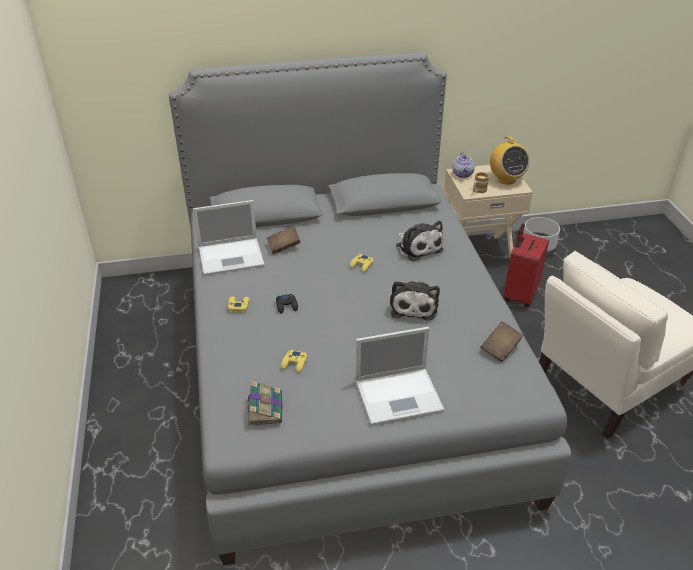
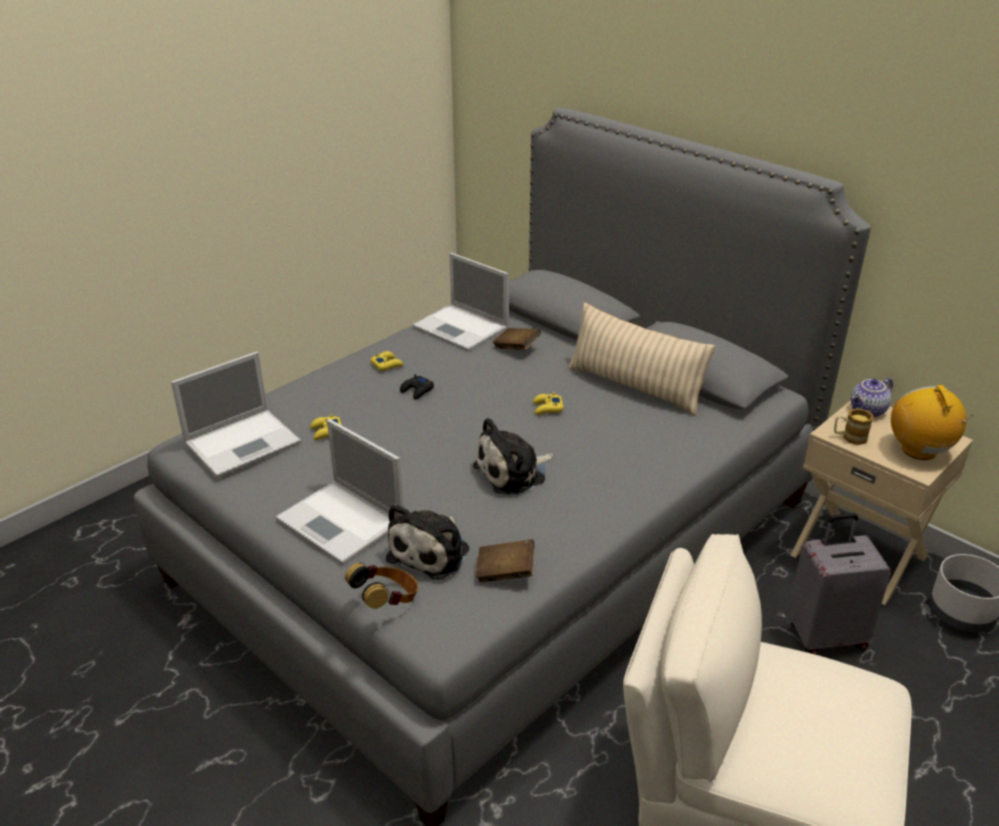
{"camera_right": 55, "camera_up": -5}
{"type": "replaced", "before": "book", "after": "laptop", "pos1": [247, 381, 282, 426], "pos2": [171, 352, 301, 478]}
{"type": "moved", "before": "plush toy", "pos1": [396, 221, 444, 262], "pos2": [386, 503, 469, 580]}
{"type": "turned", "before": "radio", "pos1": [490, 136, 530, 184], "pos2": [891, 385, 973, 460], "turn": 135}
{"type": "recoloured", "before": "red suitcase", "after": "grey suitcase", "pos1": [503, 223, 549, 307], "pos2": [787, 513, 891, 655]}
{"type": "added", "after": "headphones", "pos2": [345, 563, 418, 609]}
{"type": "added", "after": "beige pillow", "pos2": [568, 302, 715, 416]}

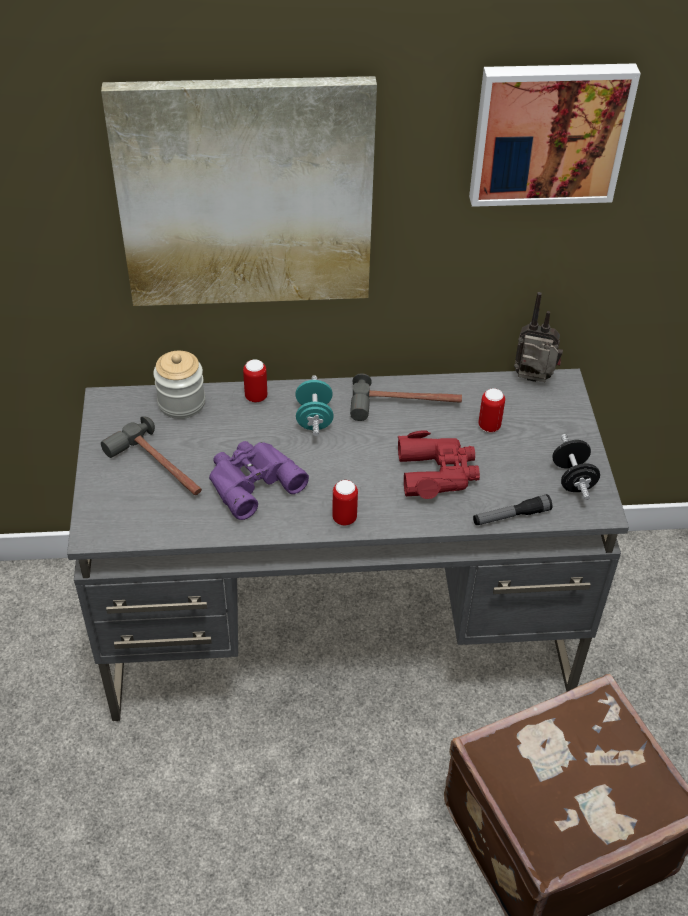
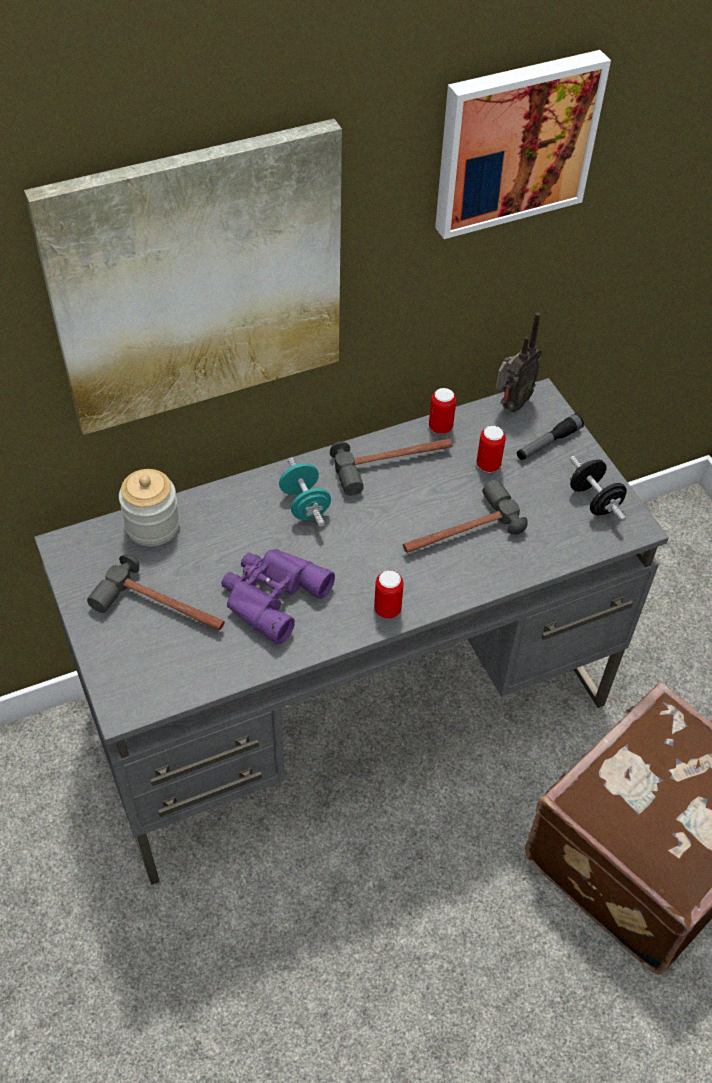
{"camera_right": -20, "camera_up": 5}
{"type": "moved", "before": "can", "pos1": [243, 359, 267, 403], "pos2": [429, 388, 456, 434]}
{"type": "replaced", "before": "red binoculars", "after": "hammer", "pos1": [398, 430, 480, 499], "pos2": [403, 480, 528, 553]}
{"type": "moved", "before": "flashlight", "pos1": [473, 494, 552, 525], "pos2": [517, 413, 584, 460]}
{"type": "turned", "before": "radio", "pos1": [514, 292, 563, 382], "pos2": [495, 312, 542, 412], "turn": 135}

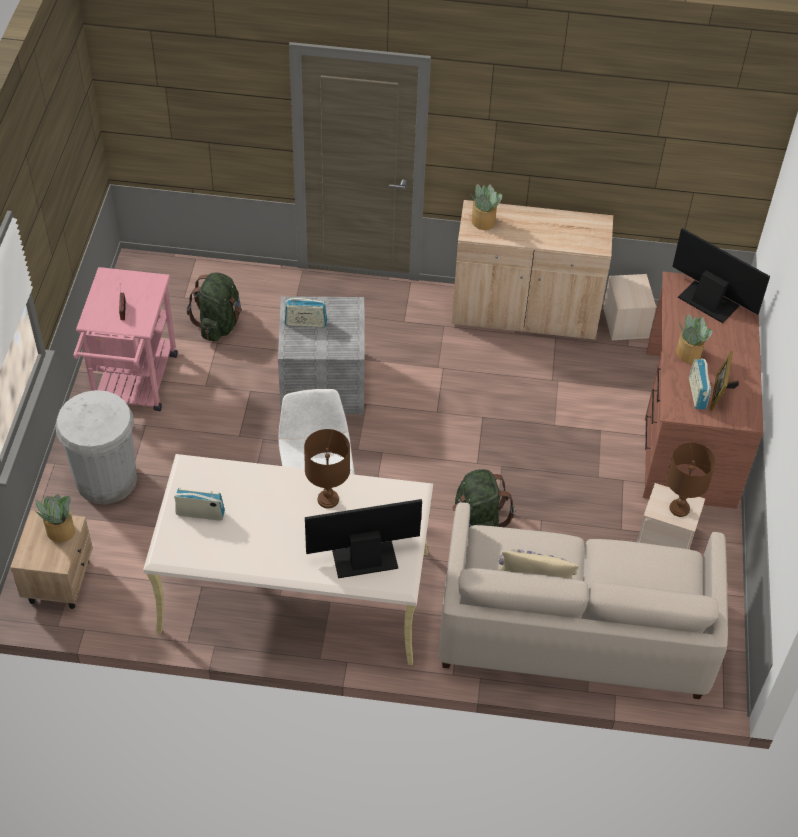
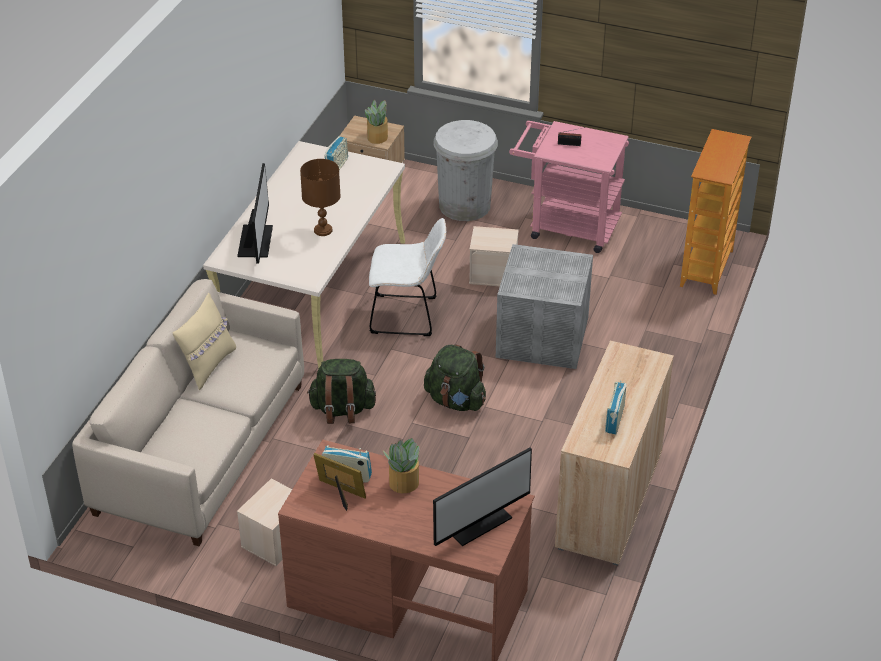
{"camera_right": 105, "camera_up": -10}
{"type": "moved", "before": "green backpack", "pos1": [187, 272, 242, 341], "pos2": [424, 344, 486, 411]}
{"type": "moved", "before": "radio", "pos1": [285, 298, 327, 327], "pos2": [605, 381, 627, 434]}
{"type": "removed", "before": "potted plant", "pos1": [470, 184, 502, 230]}
{"type": "moved", "before": "beige storage box", "pos1": [603, 274, 656, 340], "pos2": [469, 226, 519, 286]}
{"type": "removed", "before": "brown table lamp", "pos1": [666, 442, 716, 517]}
{"type": "added", "after": "bookcase", "pos2": [680, 129, 751, 295]}

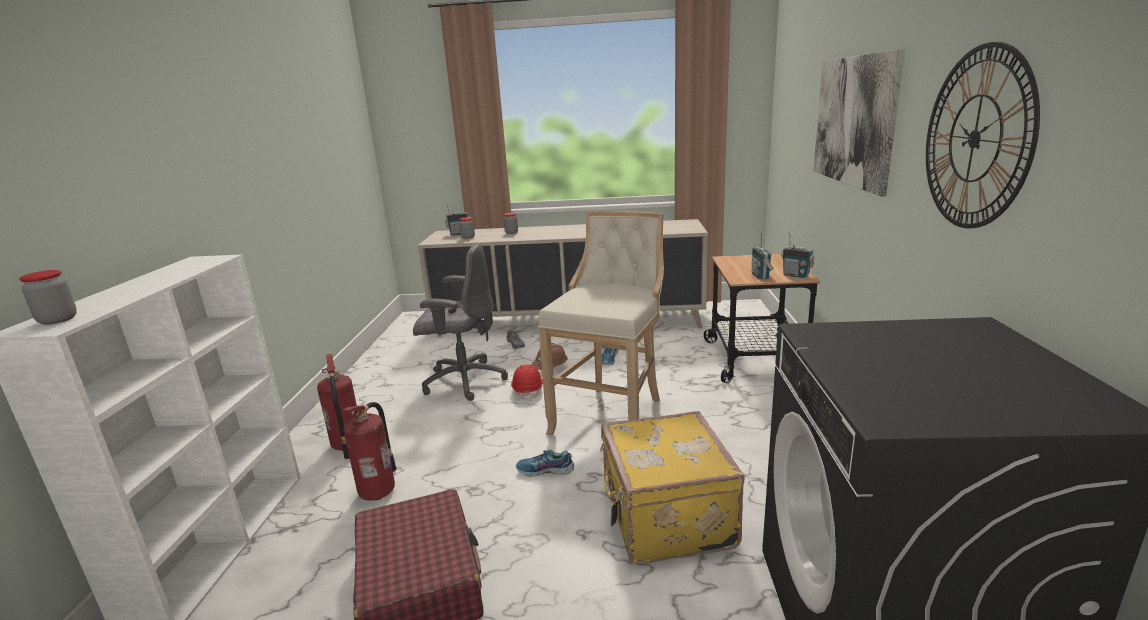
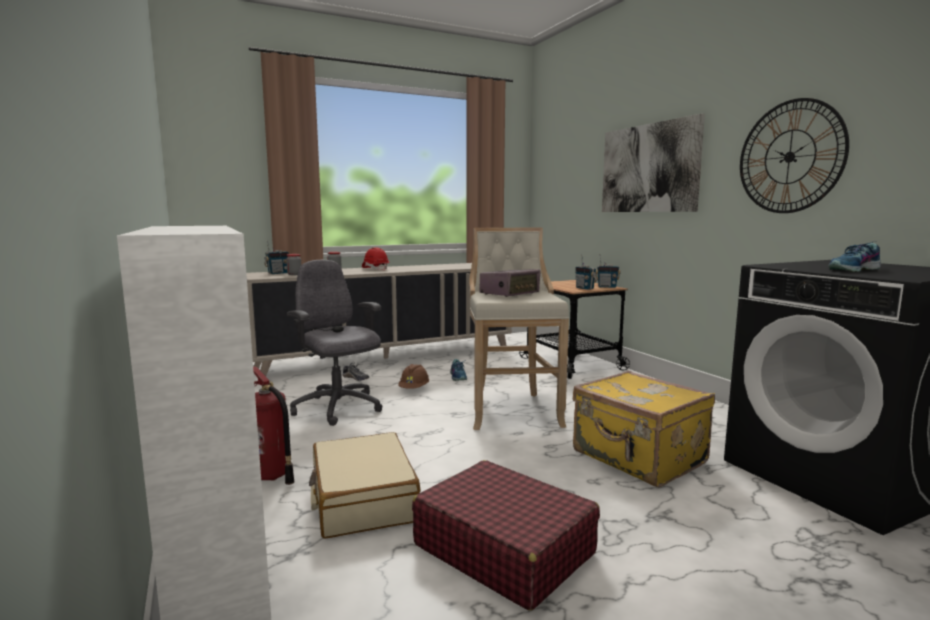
{"camera_right": -30, "camera_up": -10}
{"type": "removed", "before": "jar", "pos1": [19, 270, 77, 325]}
{"type": "replaced", "before": "fire extinguisher", "after": "beige suitcase", "pos1": [343, 402, 397, 501], "pos2": [309, 432, 421, 539]}
{"type": "turned", "before": "grey office chair", "pos1": [413, 242, 508, 401], "pos2": [287, 260, 383, 426], "turn": -105}
{"type": "moved", "before": "red hard hat", "pos1": [511, 364, 543, 401], "pos2": [362, 247, 389, 271]}
{"type": "moved", "before": "shoe", "pos1": [516, 450, 574, 476], "pos2": [829, 242, 881, 272]}
{"type": "added", "after": "radio", "pos2": [480, 269, 540, 297]}

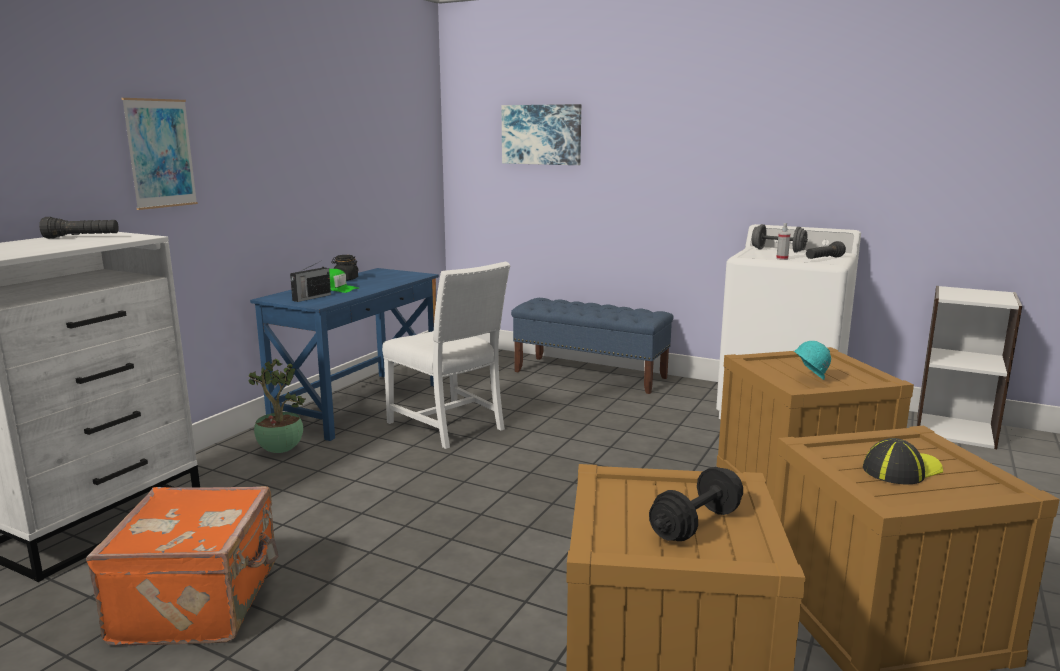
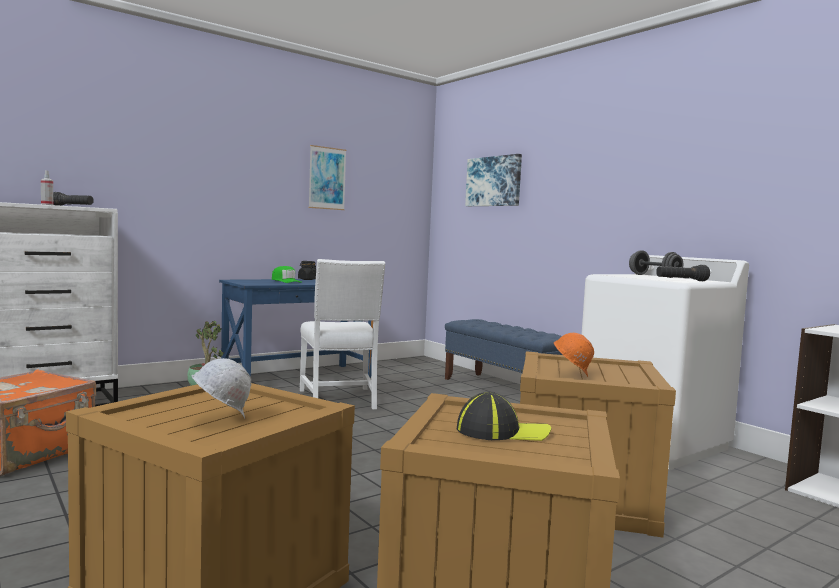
{"camera_right": 25, "camera_up": -10}
{"type": "moved", "before": "picture", "pos1": [122, 98, 198, 210], "pos2": [308, 145, 346, 210]}
{"type": "removed", "before": "radio", "pos1": [290, 262, 331, 302]}
{"type": "replaced", "before": "black dumbbell", "after": "white hard hat", "pos1": [649, 467, 743, 541], "pos2": [192, 358, 251, 419]}
{"type": "moved", "before": "spray bottle", "pos1": [776, 223, 790, 260], "pos2": [41, 170, 53, 205]}
{"type": "recoloured", "before": "turquoise hard hat", "after": "orange hard hat", "pos1": [794, 341, 831, 380], "pos2": [554, 333, 594, 377]}

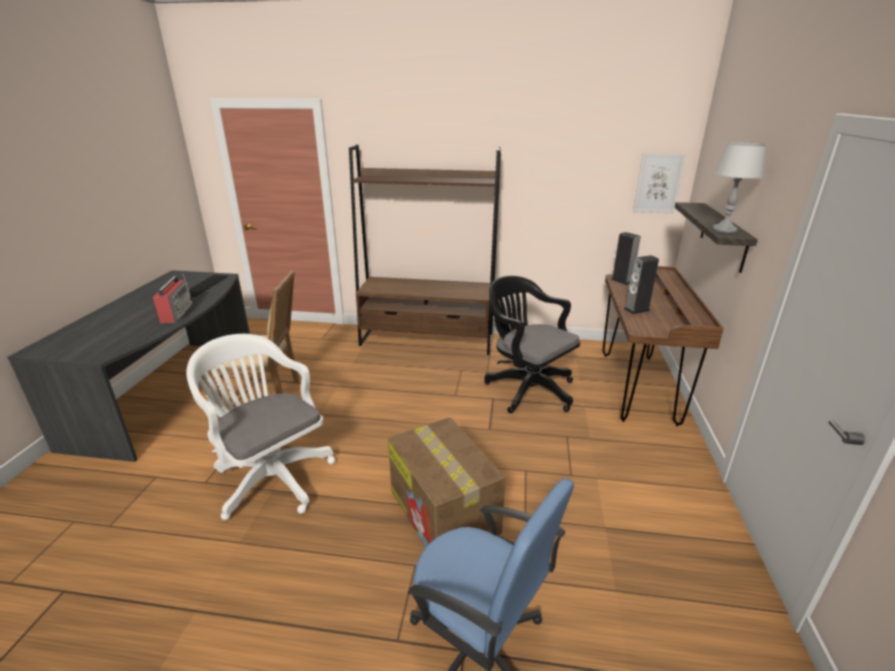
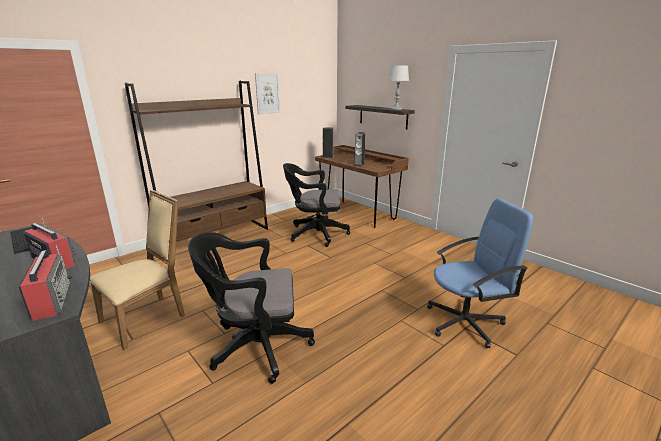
{"camera_right": -50, "camera_up": -5}
{"type": "recoloured", "before": "white office chair", "after": "black office chair", "pos1": [186, 334, 335, 520], "pos2": [188, 232, 315, 384]}
{"type": "removed", "before": "cardboard box", "pos1": [388, 417, 506, 547]}
{"type": "moved", "before": "picture", "pos1": [633, 153, 686, 213], "pos2": [255, 73, 280, 114]}
{"type": "added", "after": "radio", "pos2": [19, 245, 72, 321]}

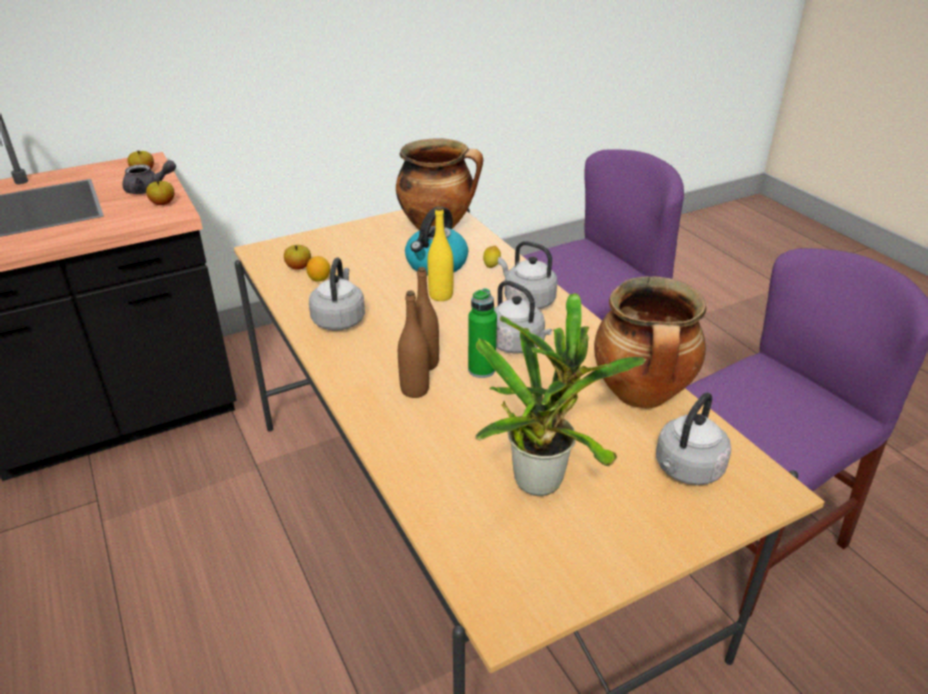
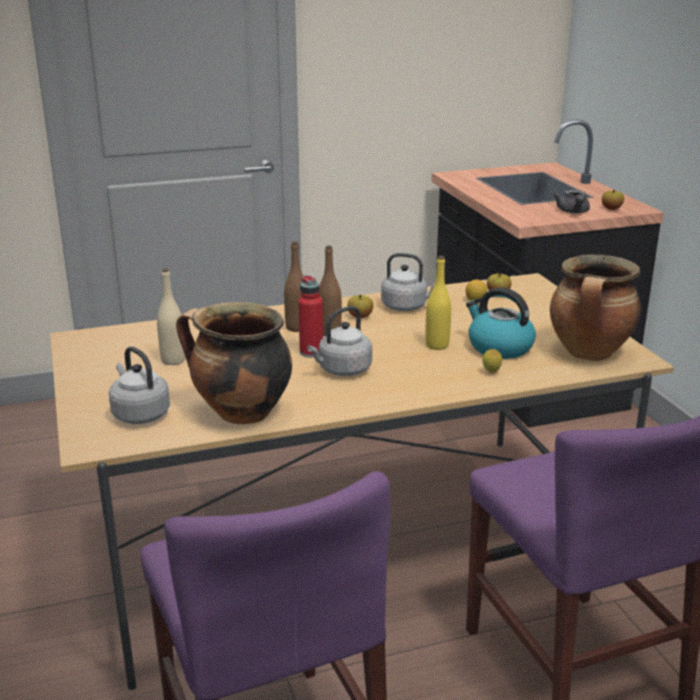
{"camera_right": 100, "camera_up": -10}
{"type": "moved", "before": "apple", "pos1": [146, 181, 175, 205], "pos2": [347, 295, 373, 318]}
{"type": "recoloured", "before": "green bottle", "after": "red bottle", "pos1": [468, 288, 497, 378], "pos2": [298, 275, 323, 357]}
{"type": "replaced", "before": "potted plant", "after": "beige bottle", "pos1": [475, 293, 647, 496], "pos2": [157, 268, 185, 365]}
{"type": "removed", "before": "grey kettle", "pos1": [498, 241, 558, 309]}

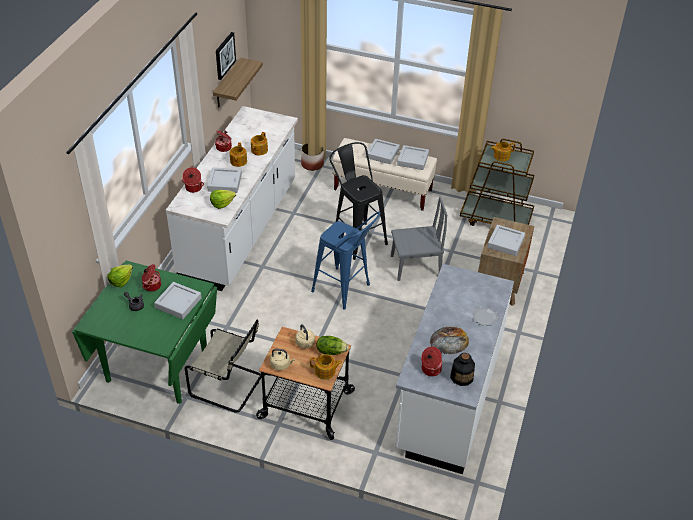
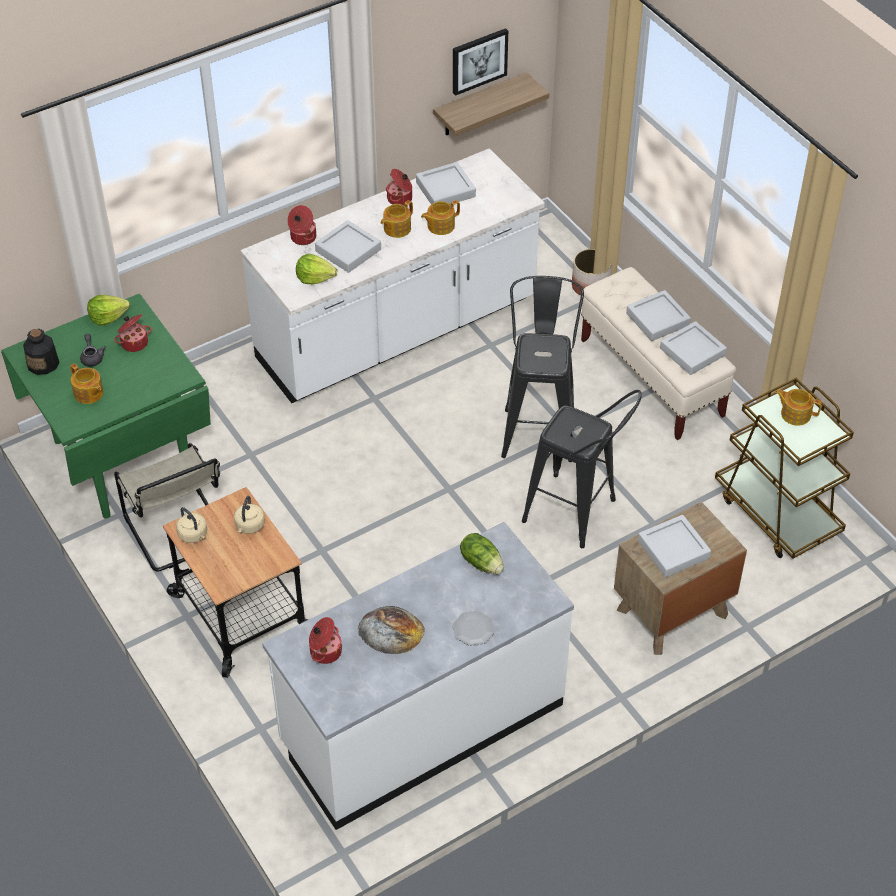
{"camera_right": 40, "camera_up": 5}
{"type": "moved", "before": "grey tray", "pos1": [154, 282, 202, 319], "pos2": [416, 162, 476, 204]}
{"type": "moved", "before": "teapot", "pos1": [310, 354, 342, 380], "pos2": [70, 363, 104, 404]}
{"type": "removed", "before": "blue stool", "pos1": [311, 212, 381, 310]}
{"type": "moved", "before": "lettuce", "pos1": [317, 336, 349, 355], "pos2": [460, 533, 504, 574]}
{"type": "replaced", "before": "grey chair", "after": "black stool", "pos1": [391, 197, 447, 281], "pos2": [522, 390, 642, 548]}
{"type": "moved", "before": "bottle", "pos1": [450, 353, 475, 386], "pos2": [23, 329, 60, 375]}

